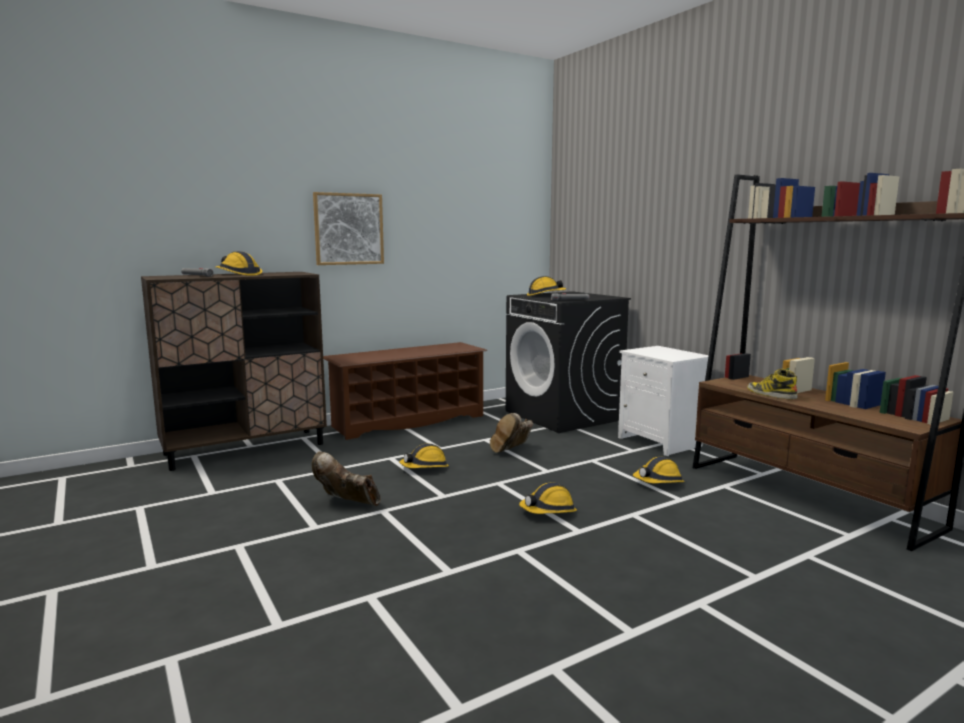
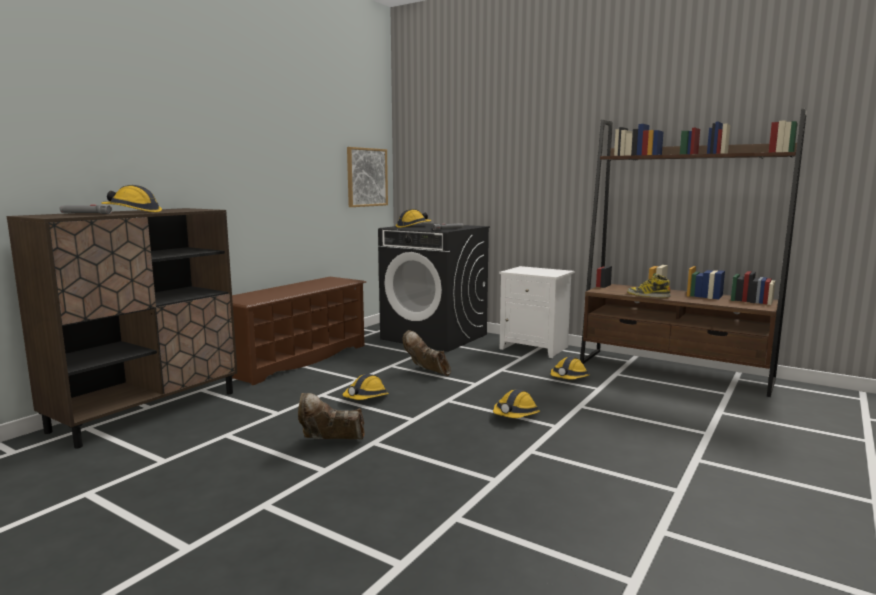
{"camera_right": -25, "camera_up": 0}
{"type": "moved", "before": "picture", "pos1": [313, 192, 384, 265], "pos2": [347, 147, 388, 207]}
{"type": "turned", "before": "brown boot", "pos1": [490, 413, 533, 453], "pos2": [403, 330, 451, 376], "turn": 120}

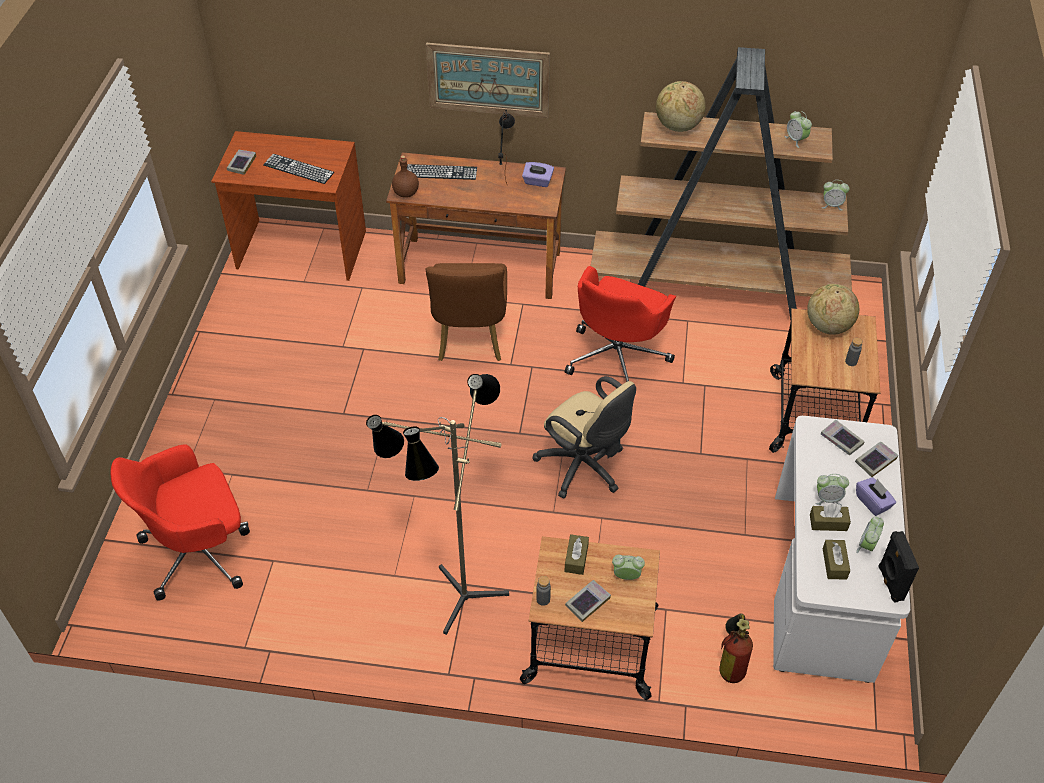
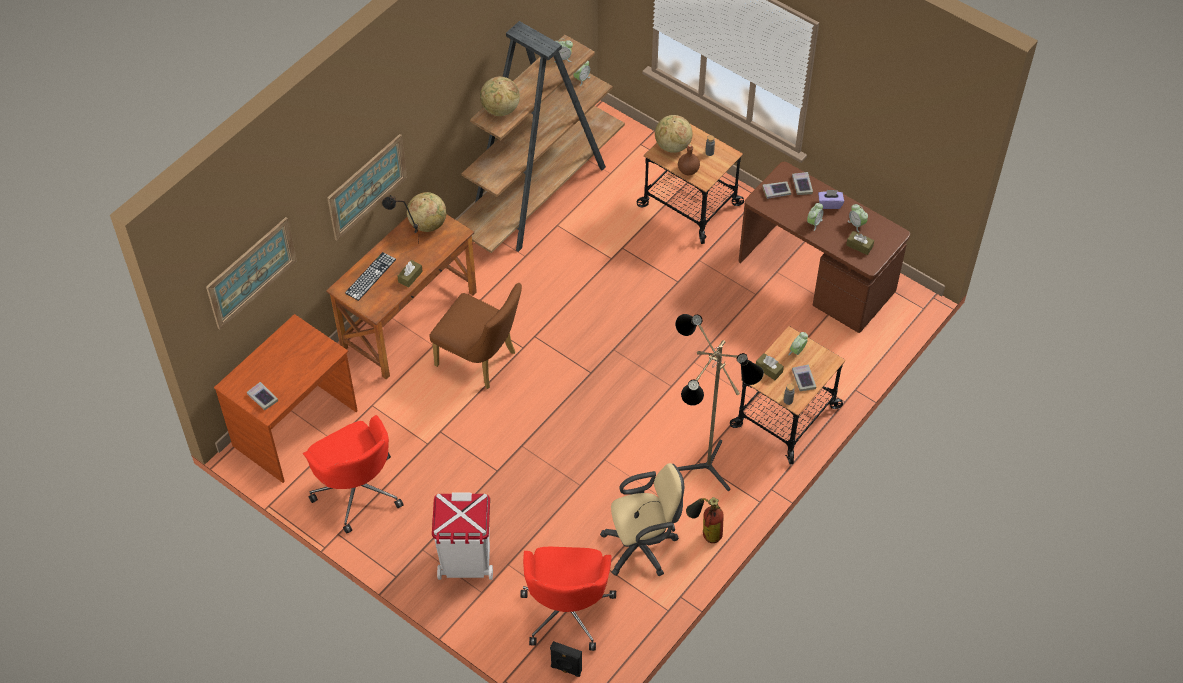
{"camera_right": -60, "camera_up": 5}
{"type": "removed", "before": "keyboard", "pos1": [263, 154, 334, 184]}
{"type": "moved", "before": "brown bottle", "pos1": [392, 155, 419, 198], "pos2": [678, 144, 700, 175]}
{"type": "replaced", "before": "purple tissue box", "after": "globe", "pos1": [522, 162, 554, 187], "pos2": [407, 192, 447, 232]}
{"type": "moved", "before": "beige office chair", "pos1": [532, 376, 636, 498], "pos2": [600, 463, 684, 576]}
{"type": "moved", "before": "red office chair", "pos1": [565, 266, 676, 382], "pos2": [303, 415, 403, 534]}
{"type": "moved", "before": "fire extinguisher", "pos1": [719, 614, 753, 683], "pos2": [686, 497, 724, 543]}
{"type": "recoloured", "before": "white desk", "after": "brown desk", "pos1": [773, 416, 910, 683], "pos2": [739, 162, 910, 333]}
{"type": "moved", "before": "brown tissue box", "pos1": [810, 504, 851, 531], "pos2": [397, 260, 423, 288]}
{"type": "moved", "before": "black speaker", "pos1": [878, 531, 919, 603], "pos2": [550, 641, 582, 677]}
{"type": "added", "after": "picture", "pos2": [206, 217, 297, 330]}
{"type": "added", "after": "white trash can", "pos2": [432, 493, 493, 580]}

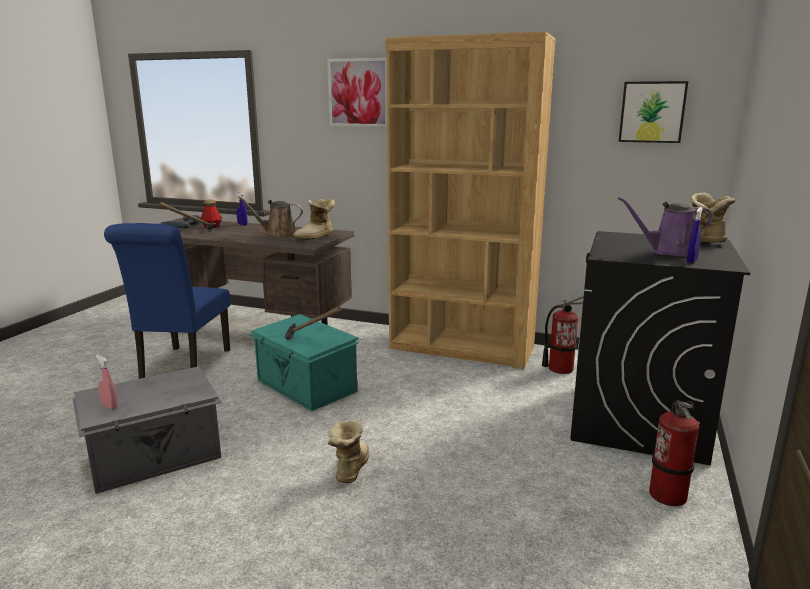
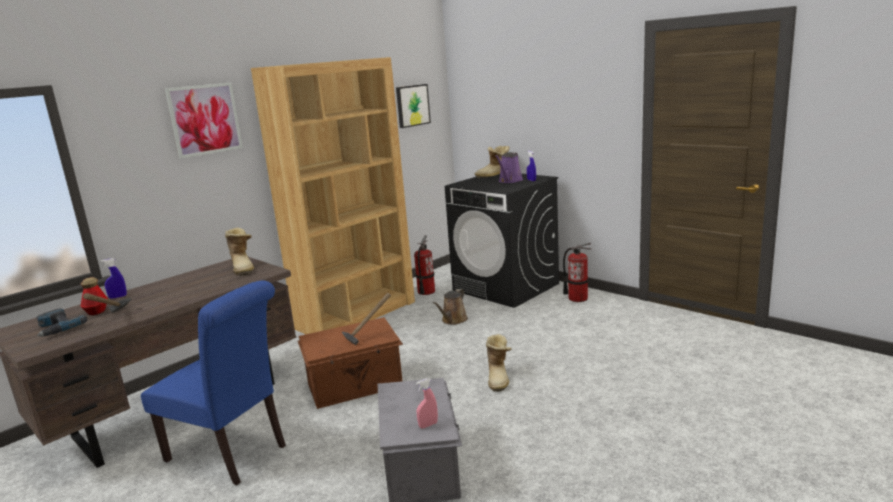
{"camera_right": -65, "camera_up": 0}
{"type": "moved", "before": "brown watering can", "pos1": [238, 196, 303, 238], "pos2": [432, 289, 468, 325]}
{"type": "recoloured", "before": "turquoise storage box", "after": "brown storage box", "pos1": [249, 314, 358, 411], "pos2": [298, 317, 403, 409]}
{"type": "turned", "before": "boot", "pos1": [328, 420, 369, 483], "pos2": [486, 334, 512, 392], "turn": -120}

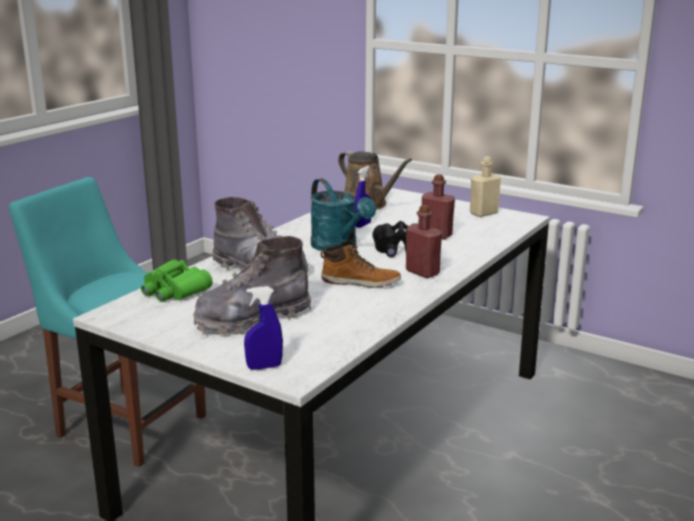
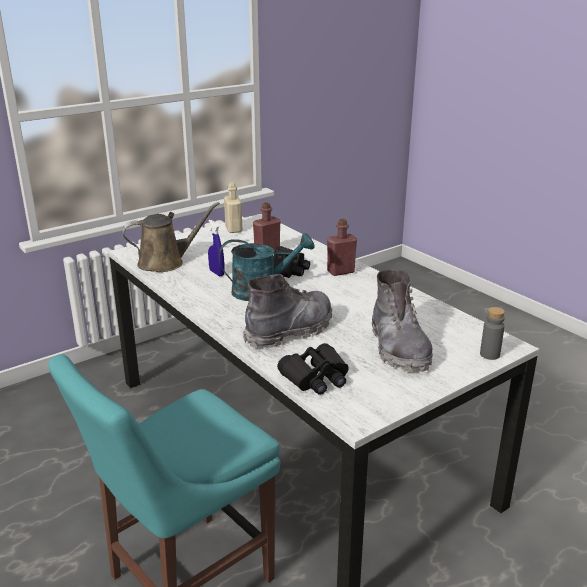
{"camera_right": -70, "camera_up": 5}
{"type": "recoloured", "before": "green binoculars", "after": "black binoculars", "pos1": [141, 260, 213, 302], "pos2": [277, 343, 349, 395]}
{"type": "replaced", "before": "blue spray bottle", "after": "grey bottle", "pos1": [244, 286, 283, 370], "pos2": [480, 307, 505, 360]}
{"type": "removed", "before": "boot", "pos1": [321, 241, 401, 288]}

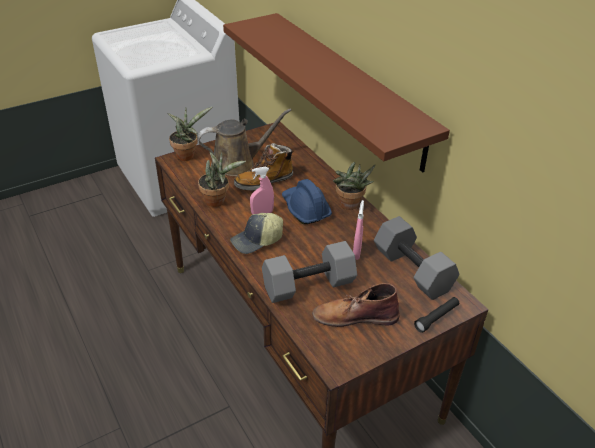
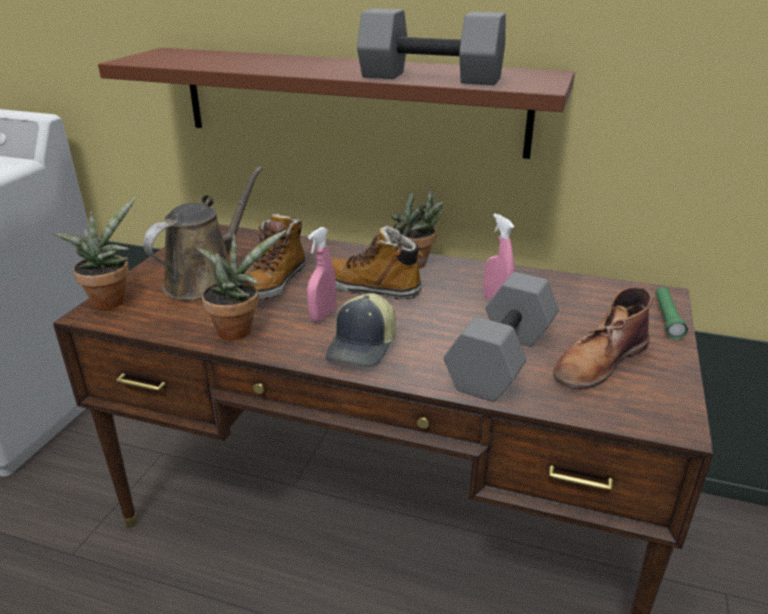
{"camera_right": -40, "camera_up": -10}
{"type": "replaced", "before": "blue hard hat", "after": "boot", "pos1": [282, 179, 332, 224], "pos2": [331, 225, 423, 299]}
{"type": "moved", "before": "grey dumbbell", "pos1": [374, 216, 459, 300], "pos2": [357, 8, 506, 85]}
{"type": "recoloured", "before": "black flashlight", "after": "green flashlight", "pos1": [414, 297, 459, 333], "pos2": [656, 287, 688, 339]}

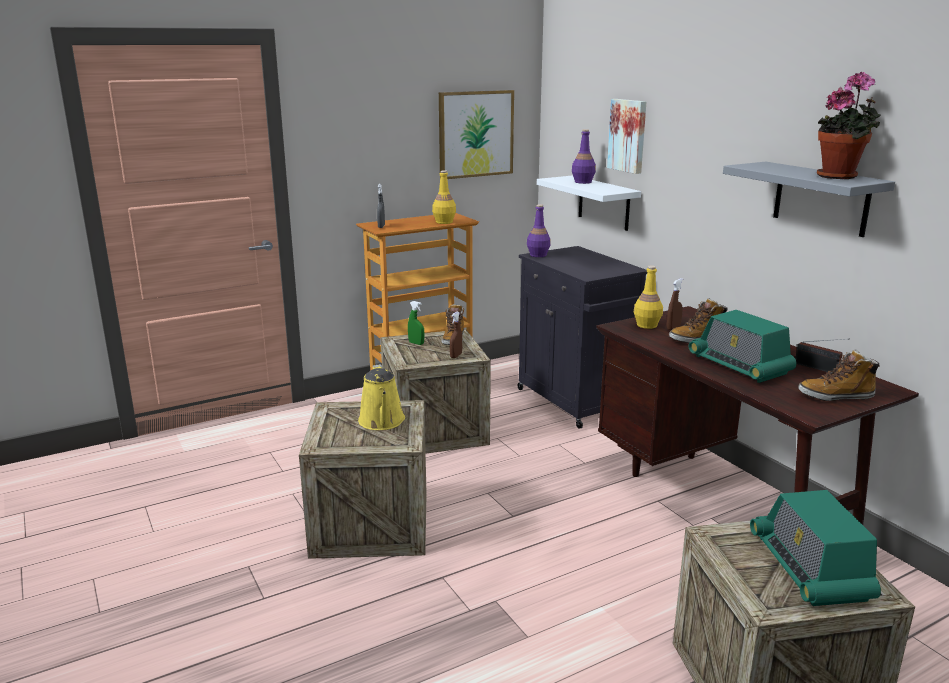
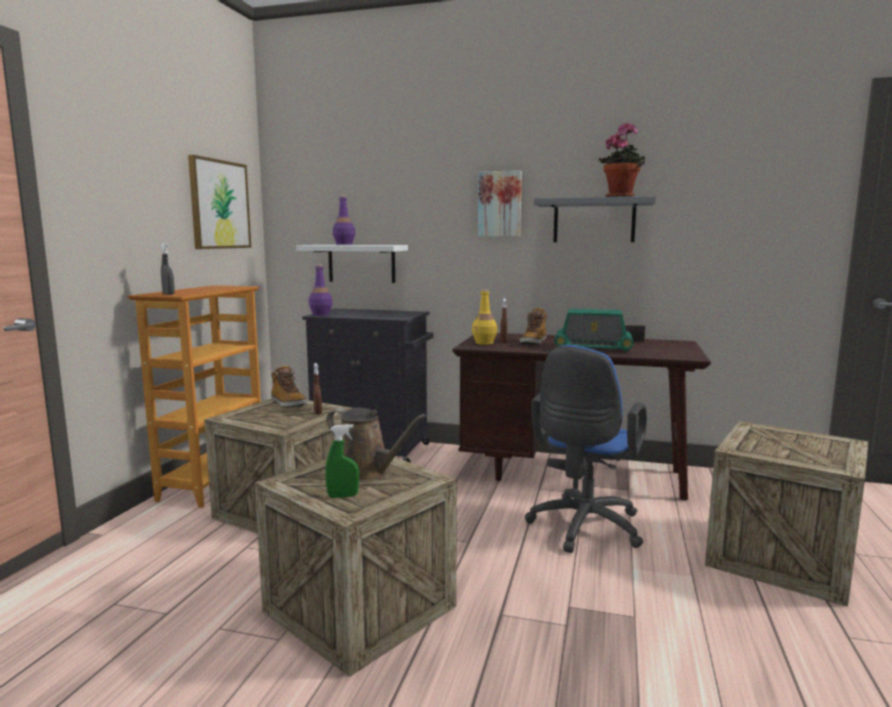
{"camera_right": -45, "camera_up": -10}
{"type": "recoloured", "before": "yellow watering can", "after": "brown watering can", "pos1": [358, 364, 405, 430], "pos2": [326, 407, 427, 482]}
{"type": "moved", "before": "green spray bottle", "pos1": [408, 301, 425, 345], "pos2": [325, 424, 359, 498]}
{"type": "removed", "before": "yellow bottle", "pos1": [432, 170, 456, 224]}
{"type": "moved", "before": "picture", "pos1": [607, 99, 646, 174], "pos2": [478, 170, 522, 237]}
{"type": "removed", "before": "radio", "pos1": [750, 490, 881, 606]}
{"type": "removed", "before": "boot", "pos1": [799, 349, 880, 401]}
{"type": "added", "after": "blue office chair", "pos2": [525, 345, 647, 553]}

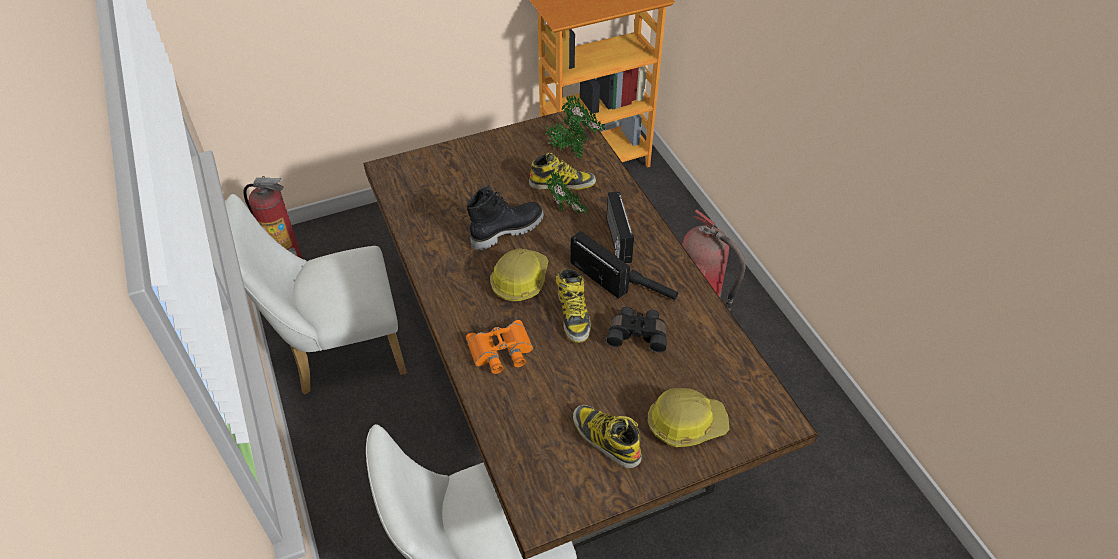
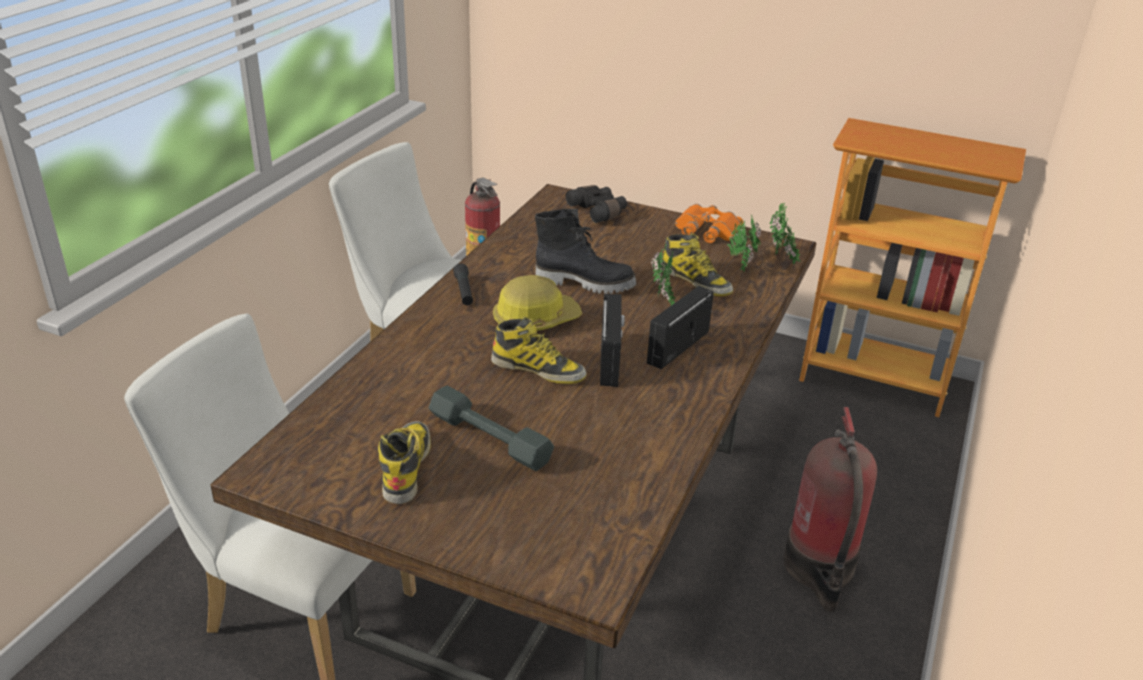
{"camera_right": 45, "camera_up": -15}
{"type": "moved", "before": "orange binoculars", "pos1": [466, 320, 533, 374], "pos2": [675, 204, 743, 243]}
{"type": "turned", "before": "boot", "pos1": [556, 269, 591, 343], "pos2": [491, 317, 587, 384], "turn": -105}
{"type": "moved", "before": "black binoculars", "pos1": [606, 307, 667, 353], "pos2": [566, 185, 627, 223]}
{"type": "moved", "before": "black flashlight", "pos1": [629, 270, 678, 300], "pos2": [453, 263, 473, 305]}
{"type": "removed", "before": "hard hat", "pos1": [648, 388, 729, 447]}
{"type": "added", "after": "grey dumbbell", "pos2": [429, 385, 554, 471]}

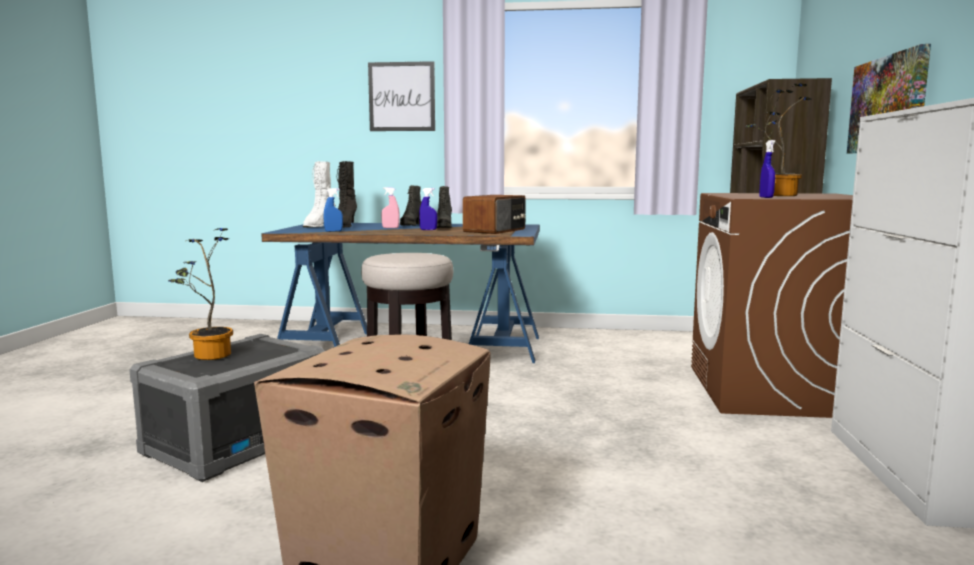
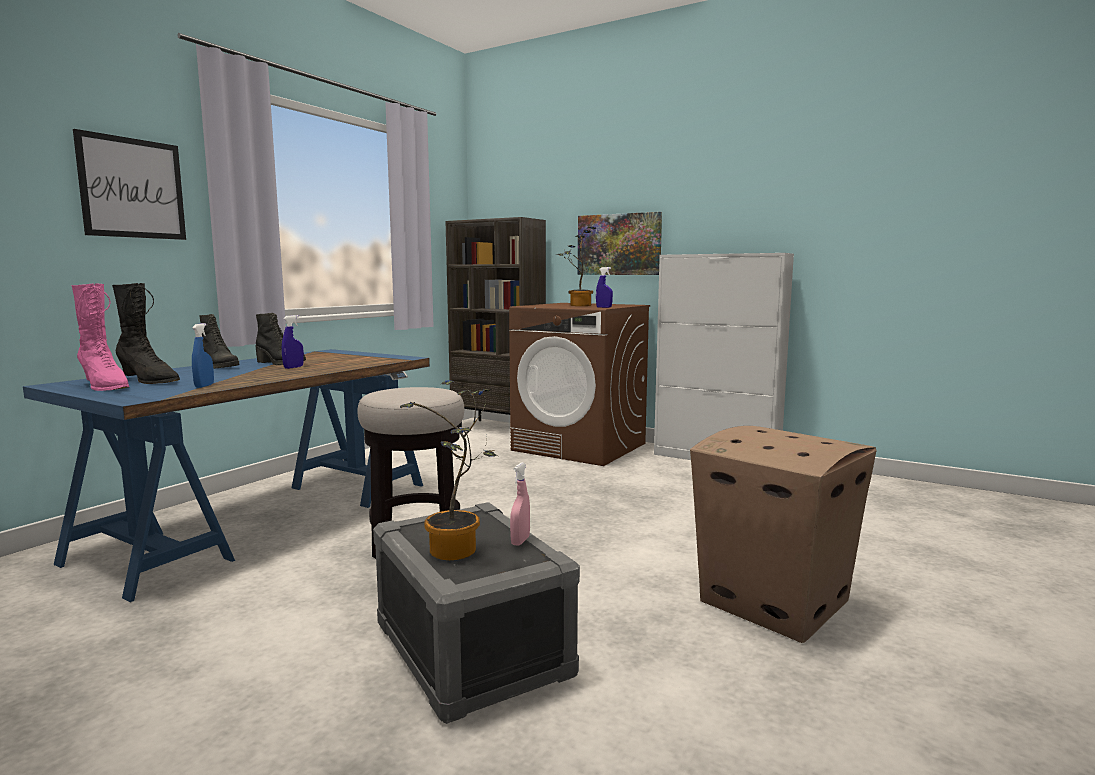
{"camera_right": -65, "camera_up": 0}
{"type": "recoloured", "before": "white boot", "after": "pink boot", "pos1": [303, 161, 335, 227], "pos2": [72, 283, 129, 391]}
{"type": "moved", "before": "pink spray bottle", "pos1": [381, 187, 400, 228], "pos2": [510, 462, 530, 546]}
{"type": "removed", "before": "radio", "pos1": [463, 195, 526, 234]}

